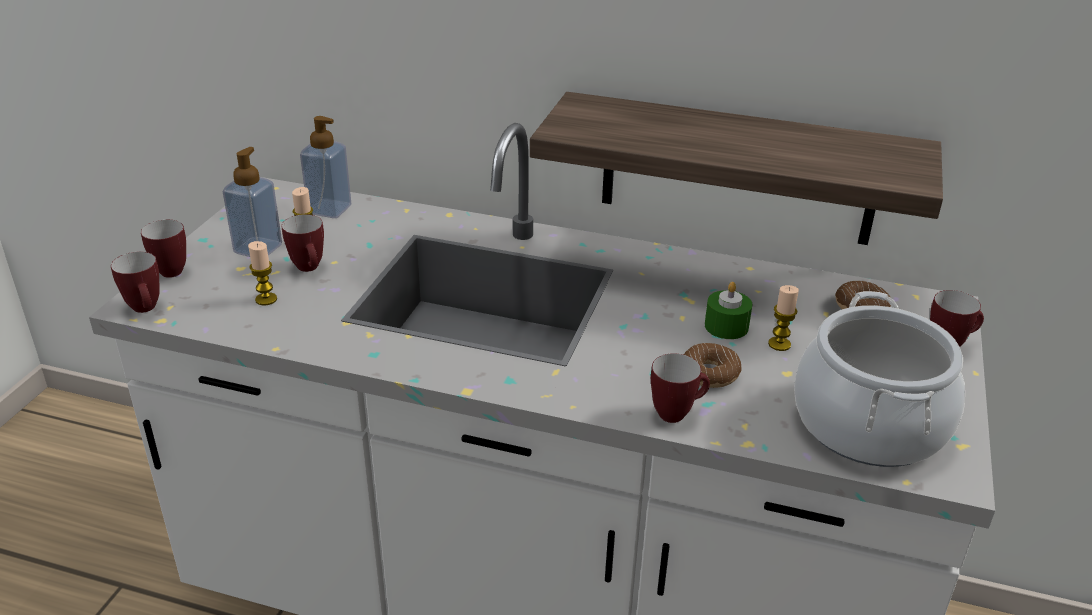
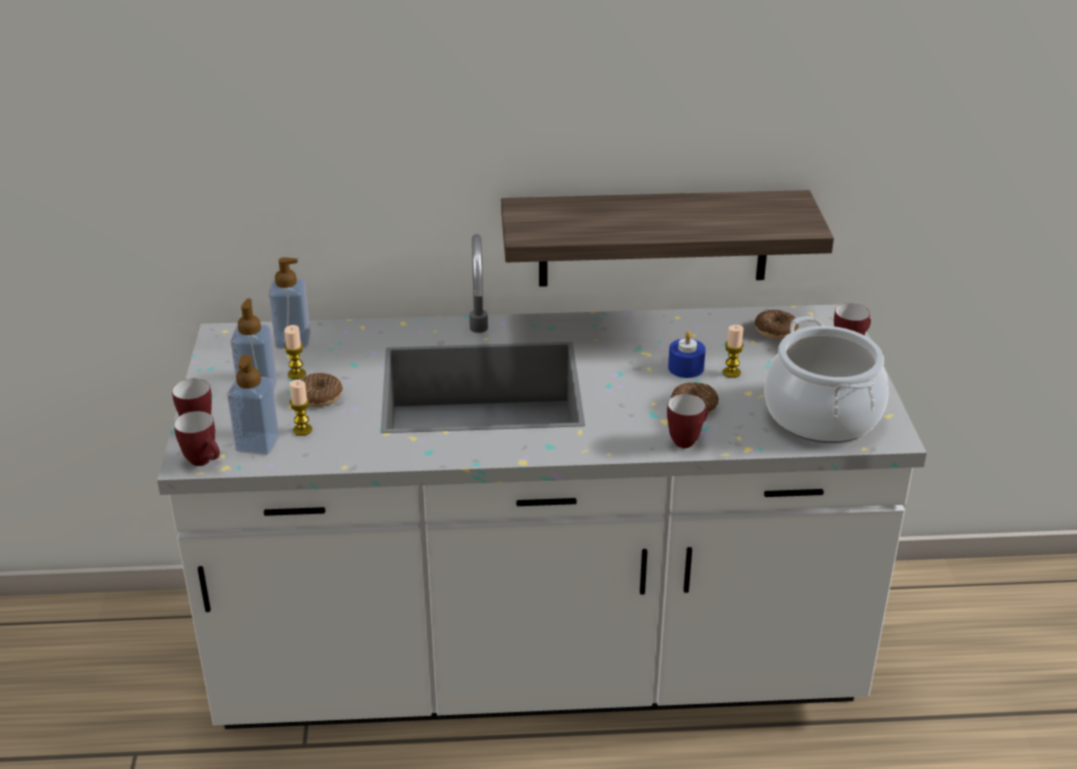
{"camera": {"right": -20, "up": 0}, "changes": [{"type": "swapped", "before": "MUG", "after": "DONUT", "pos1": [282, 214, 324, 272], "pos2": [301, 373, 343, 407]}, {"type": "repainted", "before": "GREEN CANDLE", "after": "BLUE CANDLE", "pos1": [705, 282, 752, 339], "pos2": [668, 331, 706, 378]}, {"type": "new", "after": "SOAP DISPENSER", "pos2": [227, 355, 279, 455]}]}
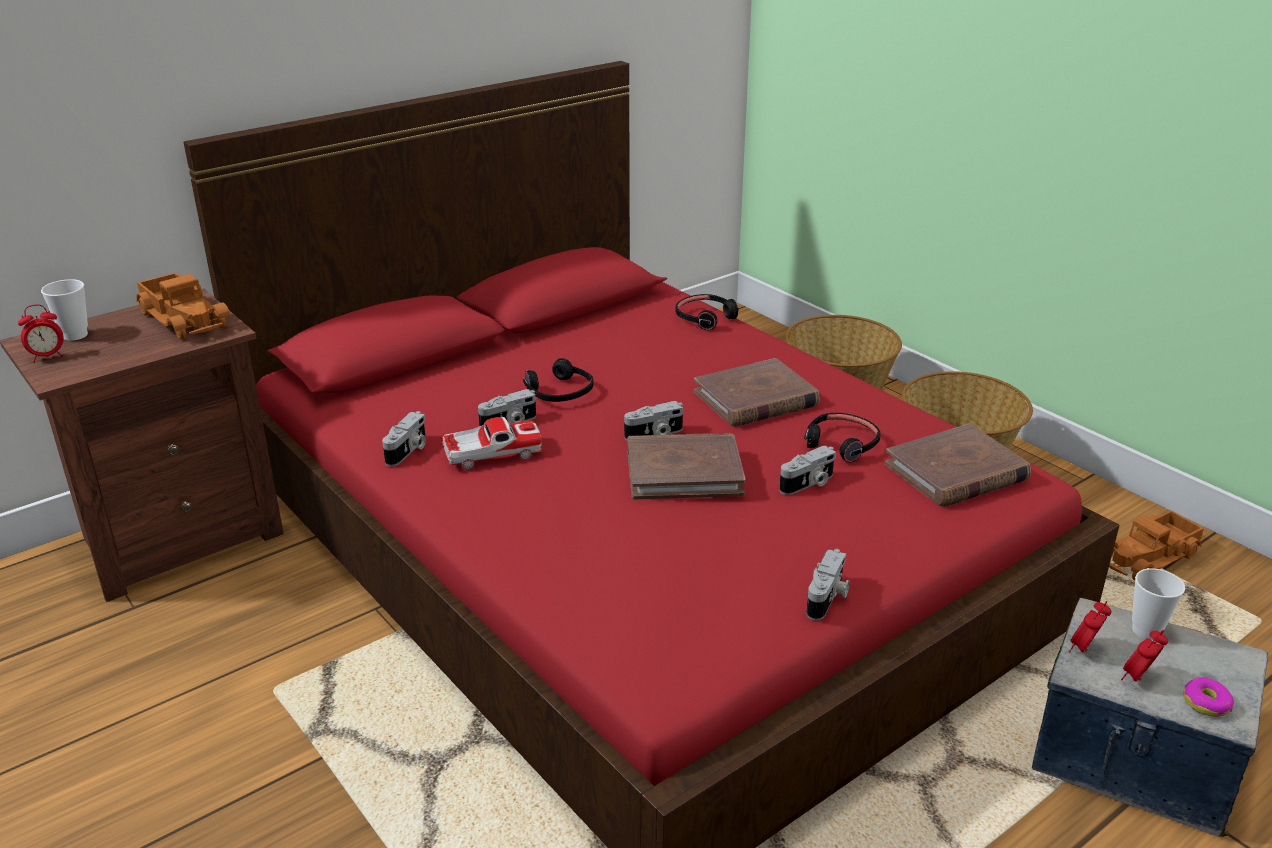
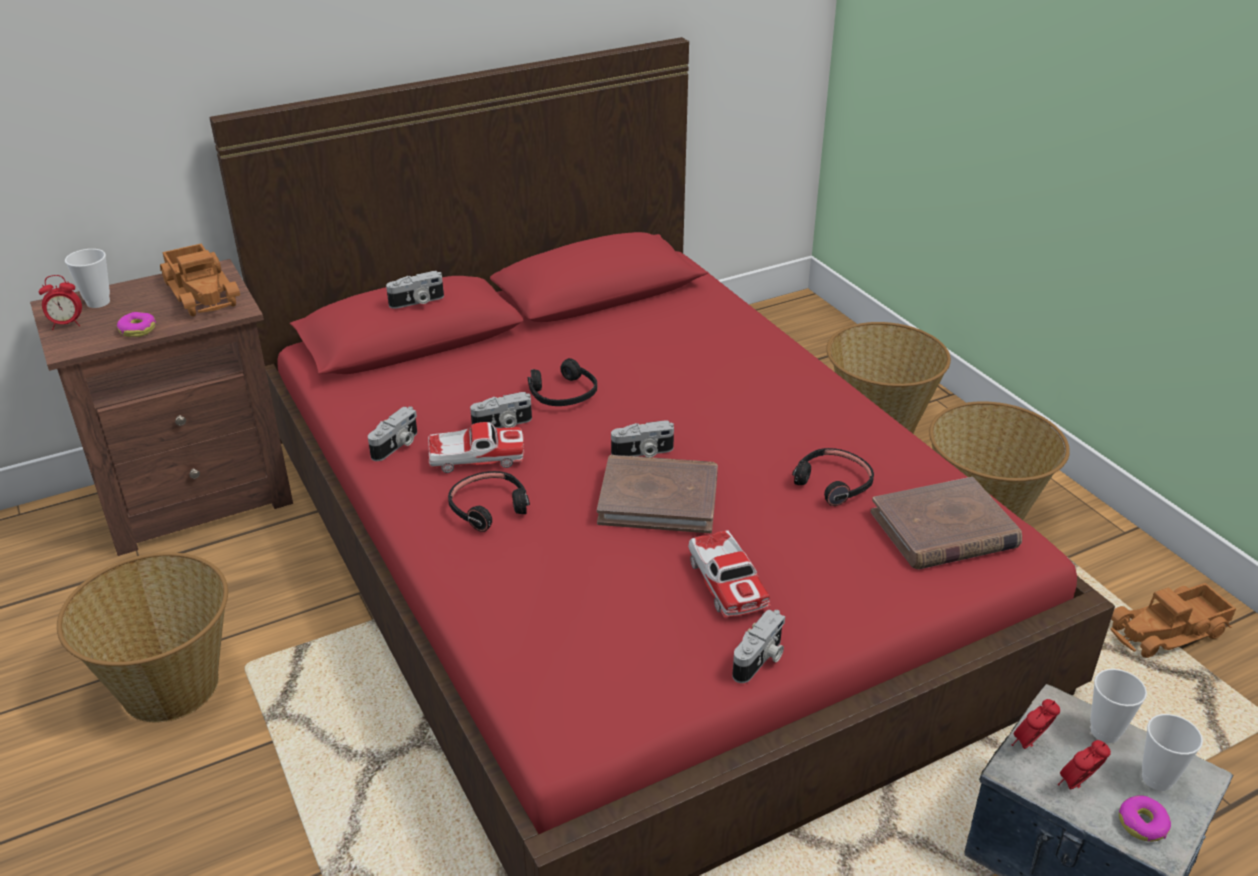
{"camera": {"right": 10, "up": 5}, "changes": [{"type": "shifted", "before": "BLACK HEADPHONES", "pos1": [675, 294, 739, 331], "pos2": [448, 471, 530, 532]}, {"type": "gone", "before": "BROWN BOOK", "pos1": [694, 358, 820, 427]}, {"type": "shifted", "before": "PHOTO CAMERA", "pos1": [779, 446, 836, 495], "pos2": [386, 271, 444, 309]}, {"type": "new", "after": "DONUT", "pos2": [117, 312, 156, 337]}, {"type": "new", "after": "TOY CAR", "pos2": [688, 530, 771, 617]}, {"type": "new", "after": "BASKET", "pos2": [57, 552, 228, 722]}, {"type": "new", "after": "CUP", "pos2": [1142, 714, 1203, 791]}]}
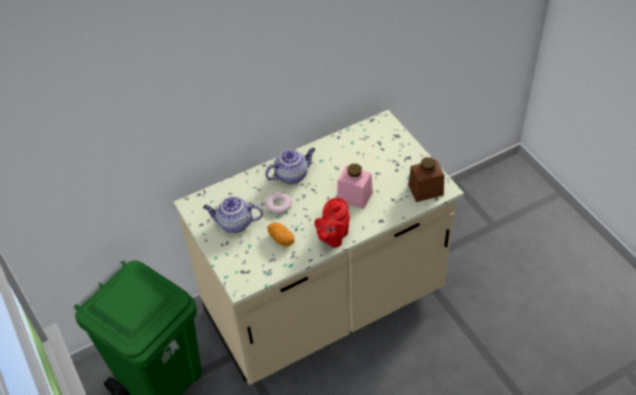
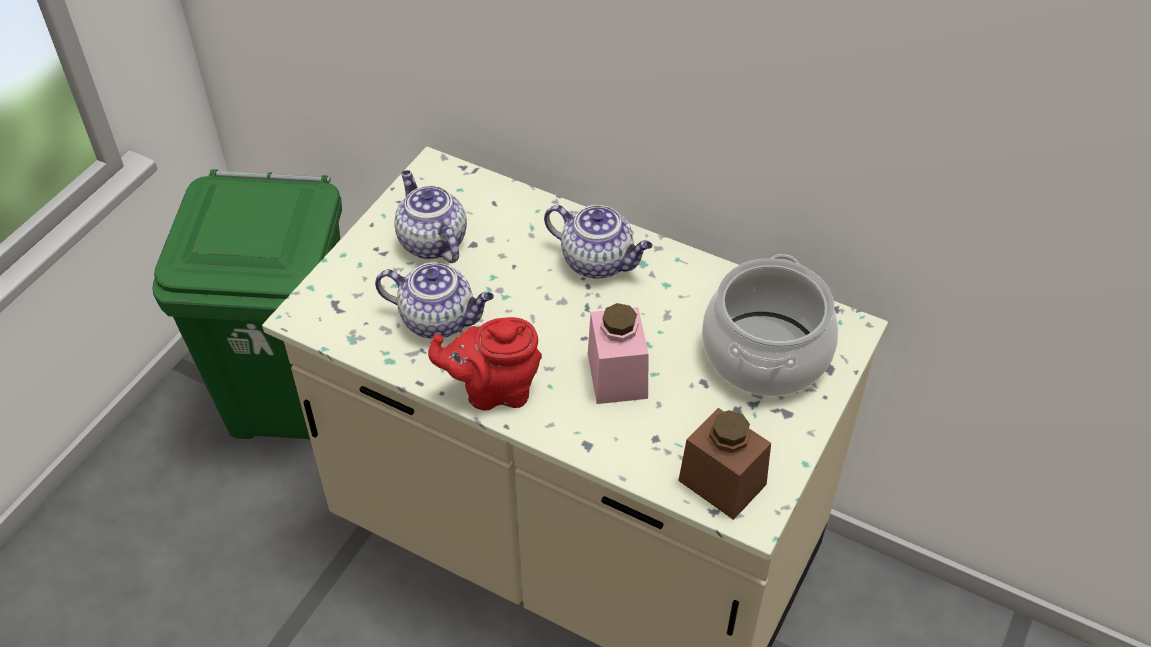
{"camera": {"right": 55, "up": 0}, "changes": [{"type": "gone", "before": "DONUT", "pos1": [265, 192, 292, 214]}, {"type": "swapped", "before": "POTATO", "after": "TEAPOT", "pos1": [267, 223, 294, 247], "pos2": [375, 262, 494, 339]}, {"type": "new", "after": "COOKING POT", "pos2": [702, 254, 838, 396]}]}
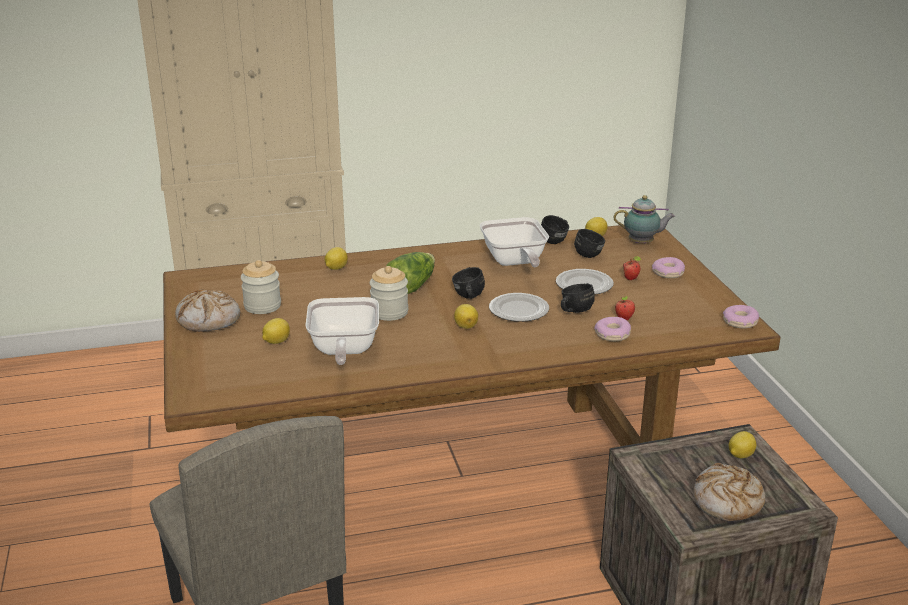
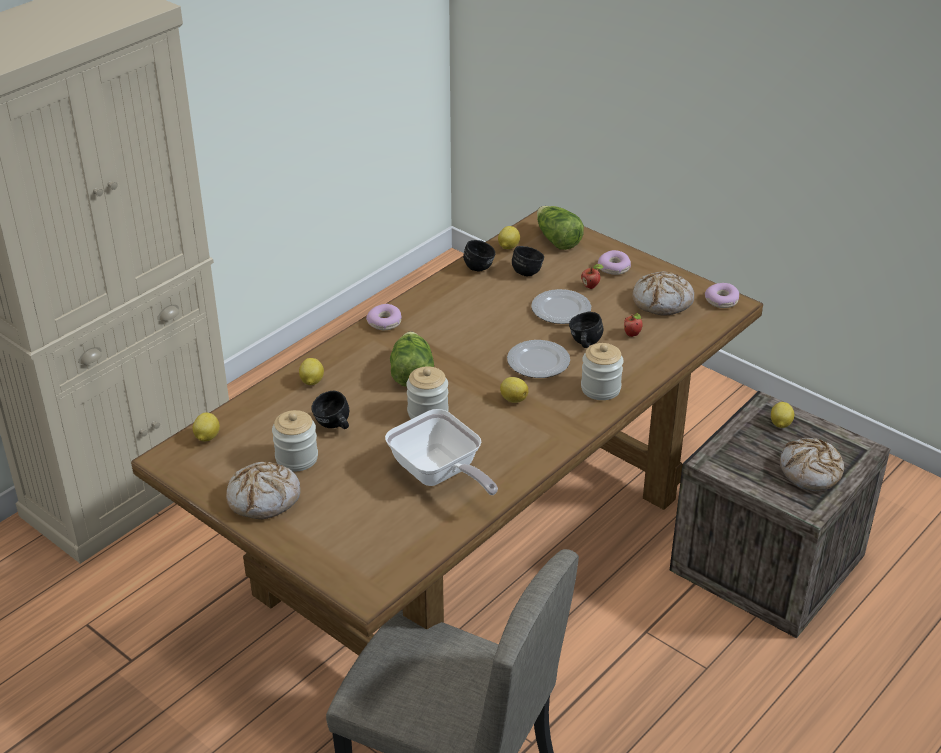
{"camera": {"right": -35, "up": 10}, "changes": [{"type": "swapped", "before": "TEAPOT", "after": "LETTUCE", "pos1": [613, 195, 675, 243], "pos2": [537, 206, 584, 250]}, {"type": "gone", "before": "FRYING PAN", "pos1": [480, 217, 549, 267]}, {"type": "shifted", "before": "BLACK MUG", "pos1": [452, 267, 485, 299], "pos2": [311, 391, 349, 429]}, {"type": "shifted", "before": "DONUT", "pos1": [594, 317, 631, 341], "pos2": [366, 304, 402, 330]}, {"type": "shifted", "before": "LEMON", "pos1": [262, 318, 290, 344], "pos2": [193, 413, 220, 441]}, {"type": "new", "after": "BREAD", "pos2": [632, 271, 694, 316]}, {"type": "new", "after": "JAR", "pos2": [581, 343, 624, 400]}]}
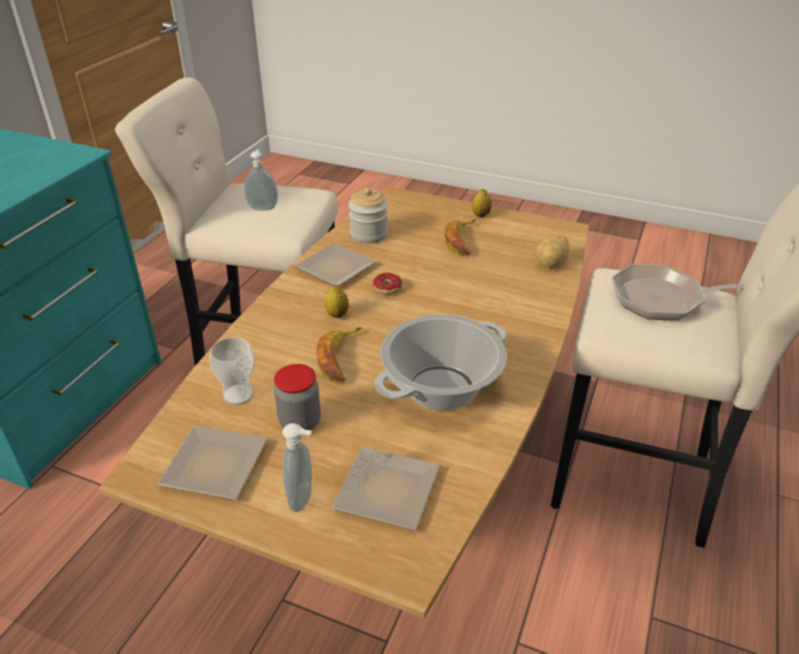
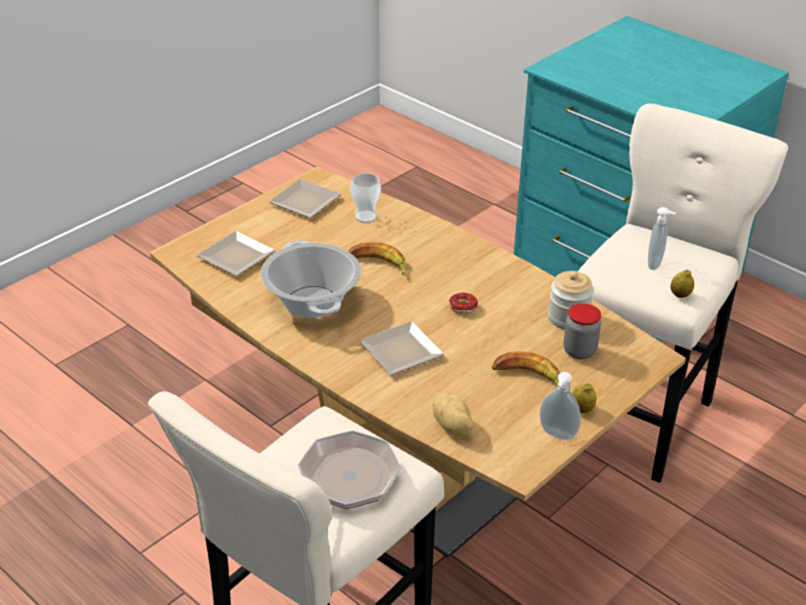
{"camera": {"right": 110, "up": 0}, "changes": [{"type": "shifted", "before": "PLATE", "pos1": [294, 243, 376, 286], "pos2": [360, 321, 444, 375]}, {"type": "shifted", "before": "LEMON", "pos1": [324, 284, 349, 318], "pos2": [670, 270, 694, 298]}, {"type": "shifted", "before": "JAR", "pos1": [274, 364, 321, 430], "pos2": [563, 303, 601, 359]}, {"type": "shifted", "before": "SOAP DISPENSER", "pos1": [282, 423, 312, 512], "pos2": [540, 372, 581, 440]}]}
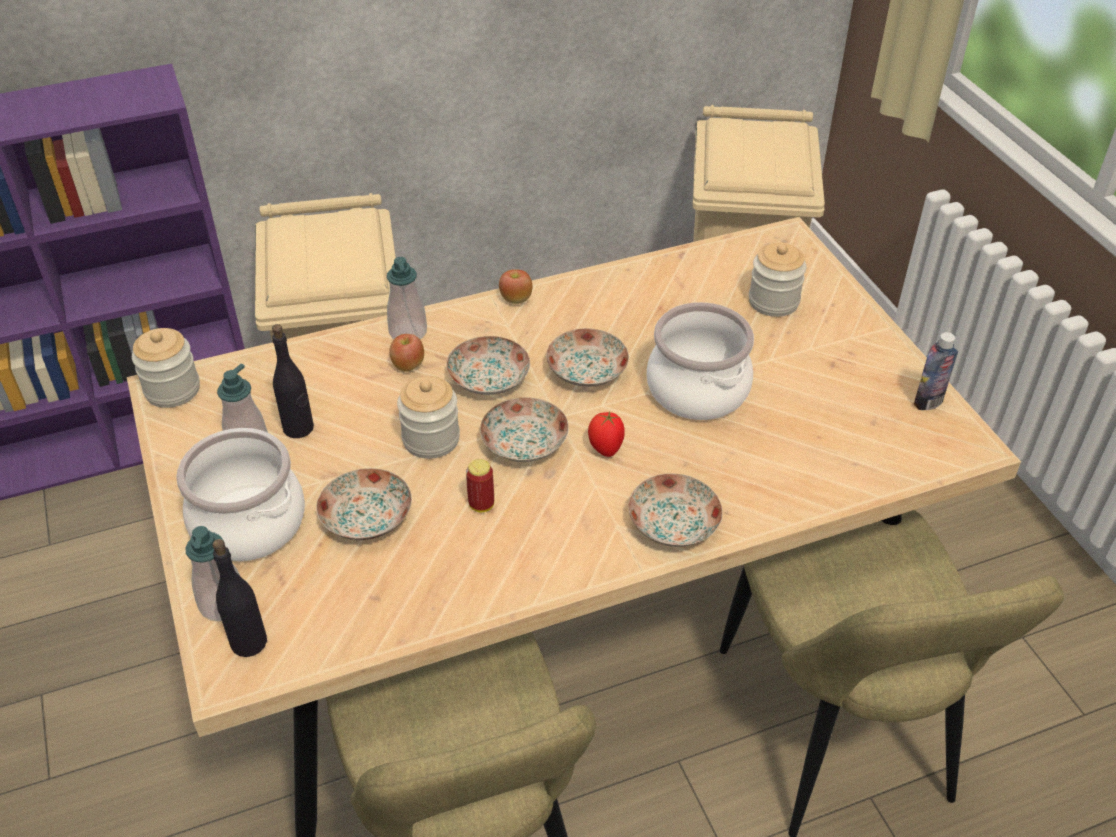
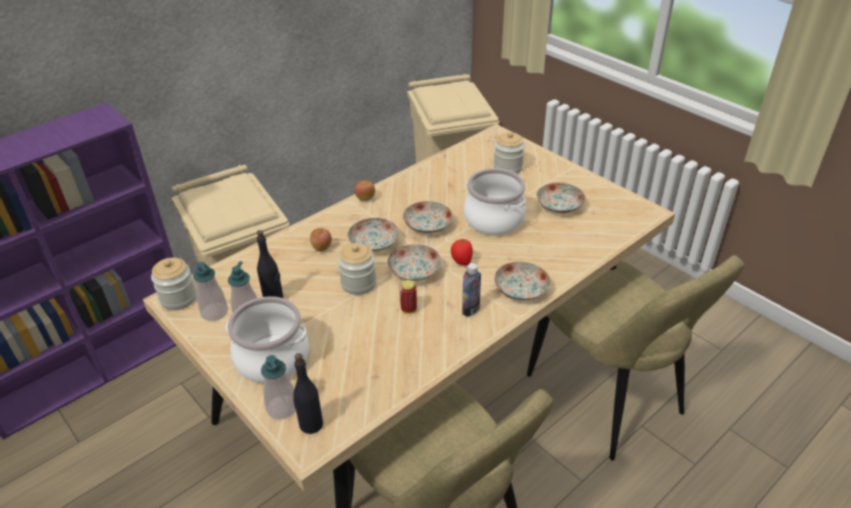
{"camera": {"right": -20, "up": -5}, "changes": [{"type": "shifted", "before": "SOAP DISPENSER", "pos1": [387, 257, 427, 339], "pos2": [193, 262, 228, 321]}, {"type": "shifted", "before": "BOTTLE", "pos1": [913, 332, 958, 410], "pos2": [462, 263, 481, 317]}, {"type": "shifted", "before": "PLATE", "pos1": [316, 468, 412, 540], "pos2": [536, 183, 585, 213]}]}
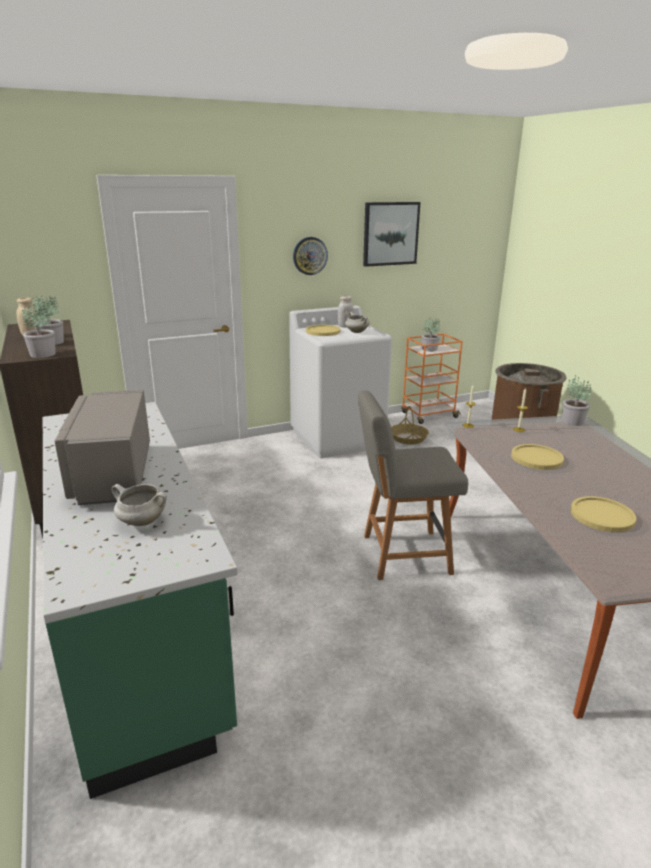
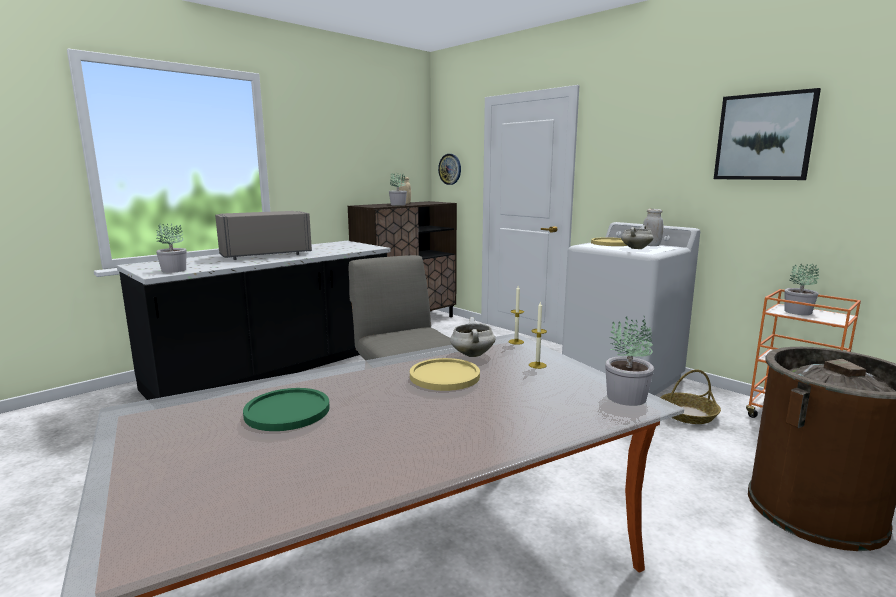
{"camera": {"right": 70, "up": -10}, "changes": [{"type": "shifted", "before": "WALL CLOCK", "pos1": [293, 237, 328, 275], "pos2": [438, 154, 461, 185]}, {"type": "shifted", "before": "POTTED PLANT", "pos1": [22, 303, 56, 358], "pos2": [156, 223, 187, 273]}, {"type": "repainted", "before": "GREEN COUNTER", "after": "BLACK COUNTER", "pos1": [43, 402, 238, 799], "pos2": [117, 241, 391, 400]}, {"type": "shifted", "before": "WHITE COOKING POT", "pos1": [112, 484, 167, 526], "pos2": [450, 317, 496, 357]}, {"type": "repainted", "before": "YELLOW PLATE", "after": "GREEN PLATE", "pos1": [570, 496, 636, 532], "pos2": [243, 388, 330, 431]}]}
